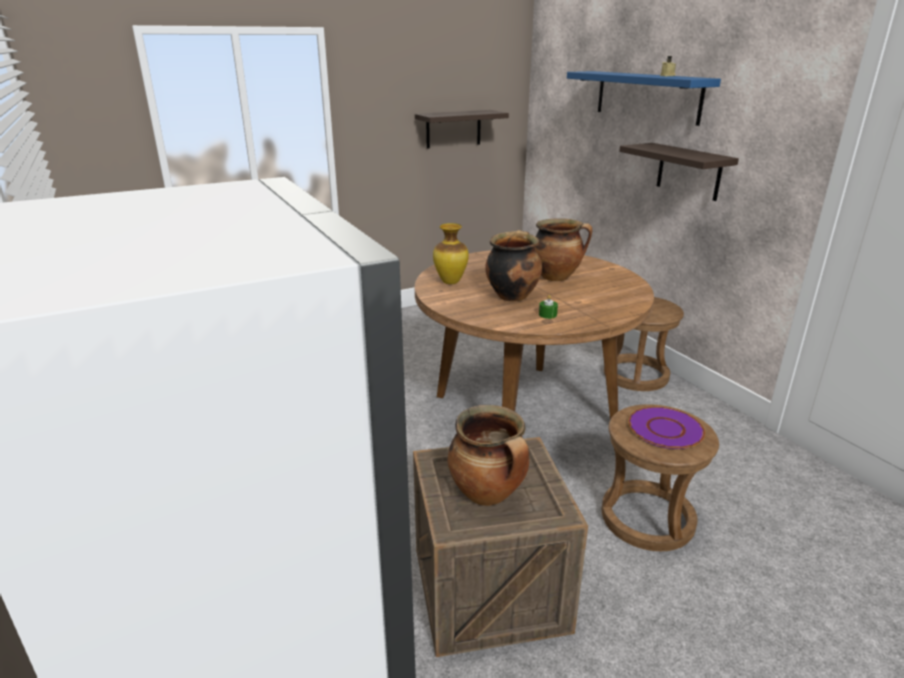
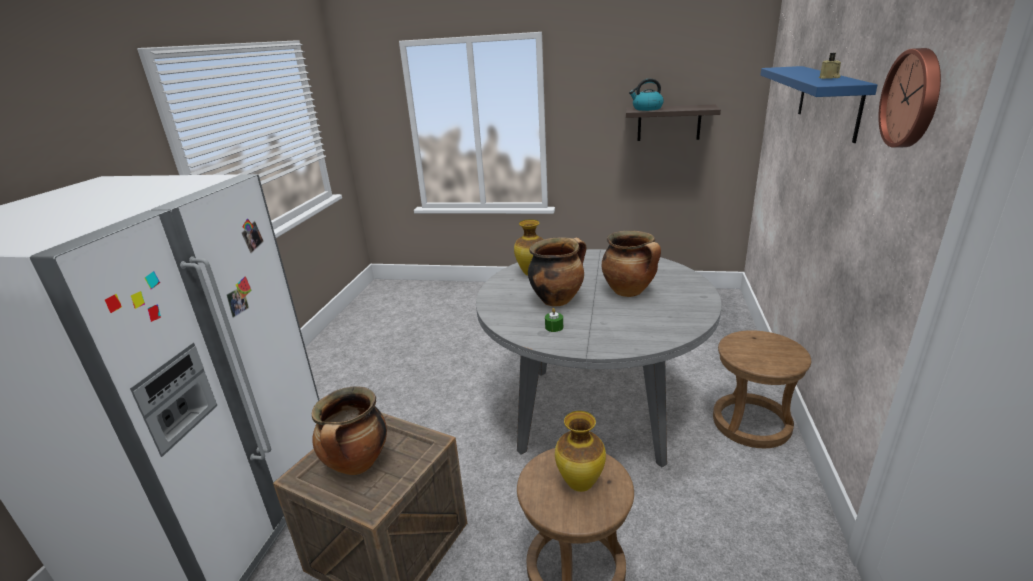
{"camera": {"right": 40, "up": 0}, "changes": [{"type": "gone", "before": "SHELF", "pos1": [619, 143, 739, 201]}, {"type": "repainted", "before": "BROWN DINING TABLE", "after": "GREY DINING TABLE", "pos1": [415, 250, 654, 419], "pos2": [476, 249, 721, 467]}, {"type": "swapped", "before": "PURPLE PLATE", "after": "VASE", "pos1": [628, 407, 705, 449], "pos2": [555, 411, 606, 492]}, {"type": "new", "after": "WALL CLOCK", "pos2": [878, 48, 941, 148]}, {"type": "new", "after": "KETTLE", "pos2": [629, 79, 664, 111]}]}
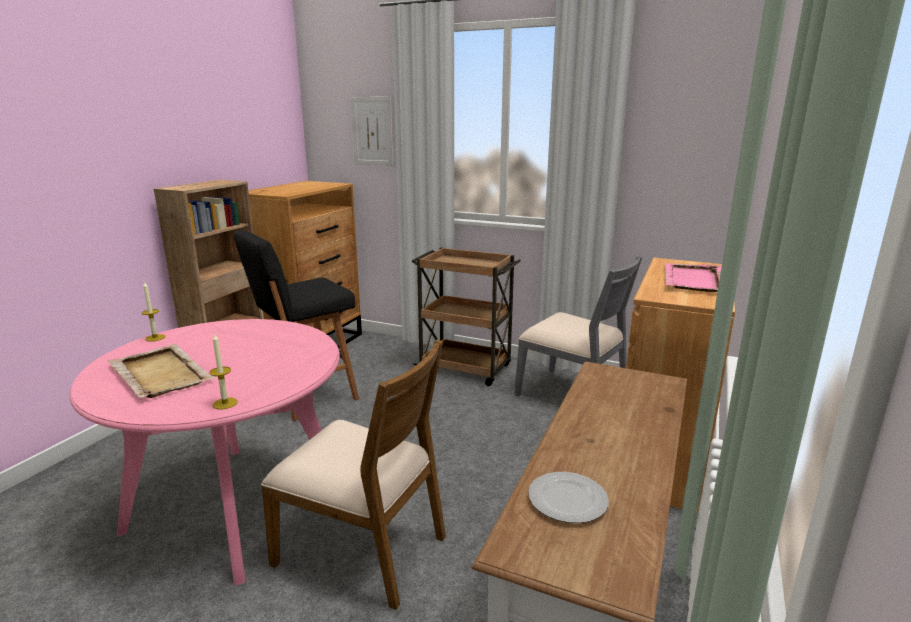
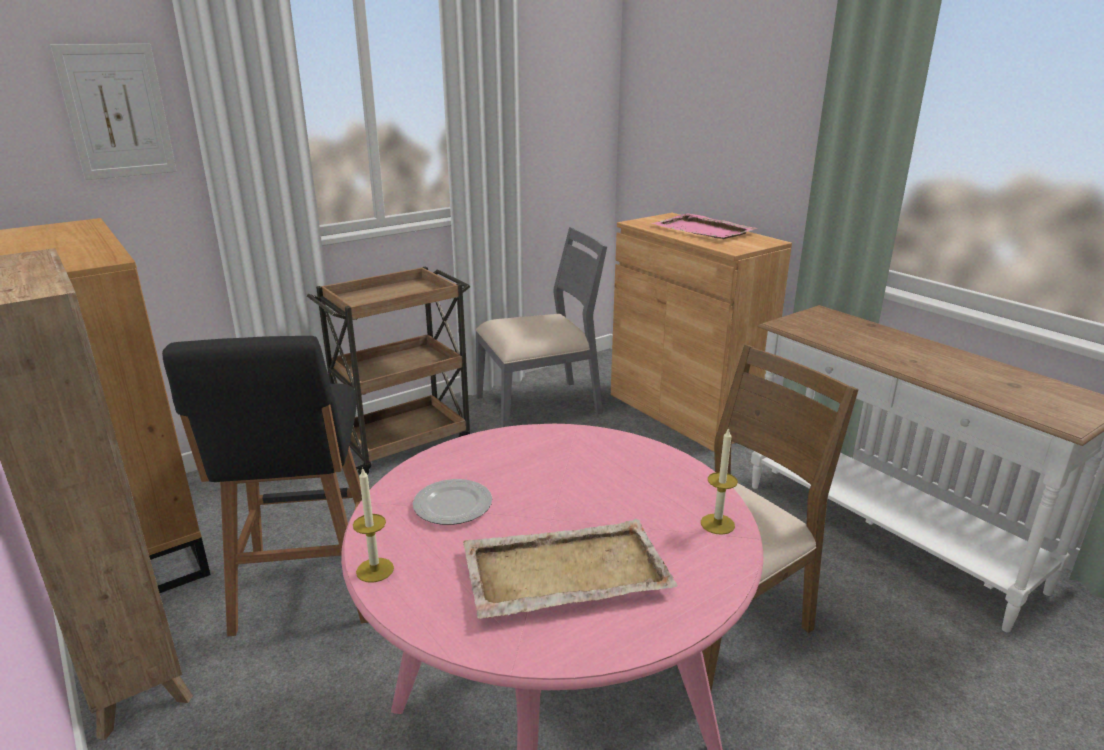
{"camera": {"right": -60, "up": 5}, "changes": [{"type": "shifted", "before": "PLATE", "pos1": [528, 472, 609, 523], "pos2": [413, 479, 492, 525]}]}
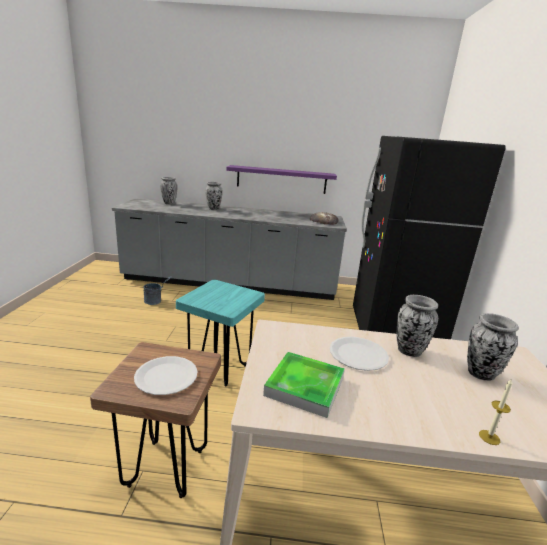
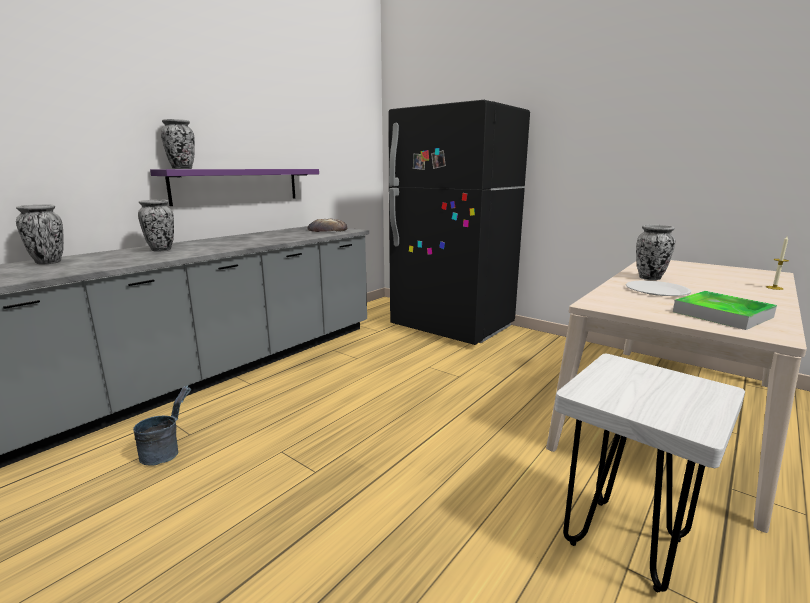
{"camera": {"right": -55, "up": -5}, "changes": [{"type": "gone", "before": "TURQUOISE STOOL", "pos1": [176, 280, 265, 387]}, {"type": "shifted", "before": "VASE", "pos1": [467, 313, 519, 381], "pos2": [161, 119, 195, 169]}, {"type": "repainted", "before": "BROWN STOOL", "after": "WHITE STOOL", "pos1": [90, 342, 221, 498], "pos2": [554, 353, 745, 592]}, {"type": "gone", "before": "WHITE PLATE", "pos1": [134, 356, 198, 395]}]}
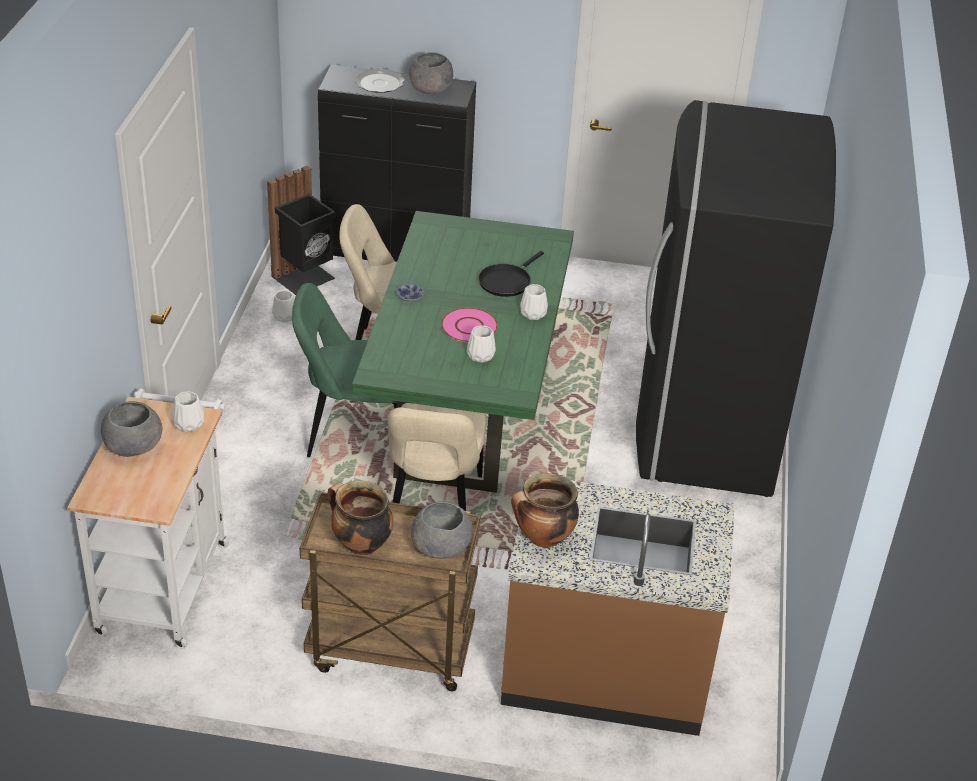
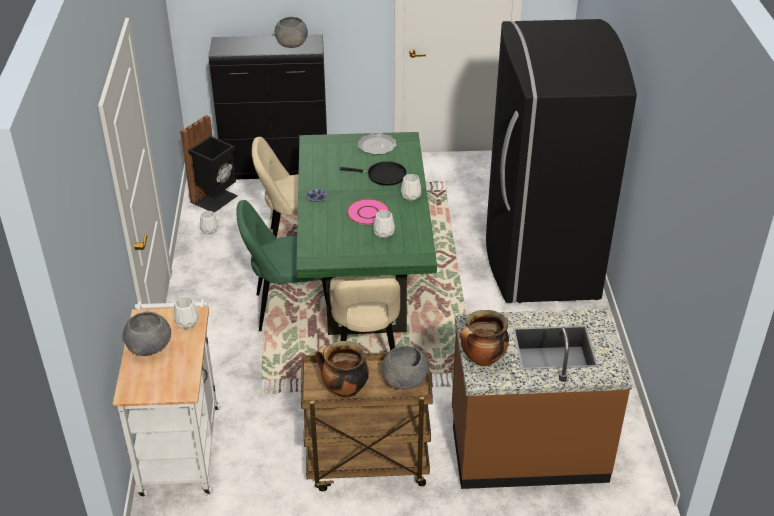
{"camera": {"right": -10, "up": 0}, "changes": [{"type": "shifted", "before": "PLATE", "pos1": [354, 68, 405, 93], "pos2": [358, 133, 397, 155]}, {"type": "rotated", "before": "BLACK FRYING PAN", "pos1": [478, 251, 544, 297], "pos2": [340, 161, 407, 186], "turn": -105}]}
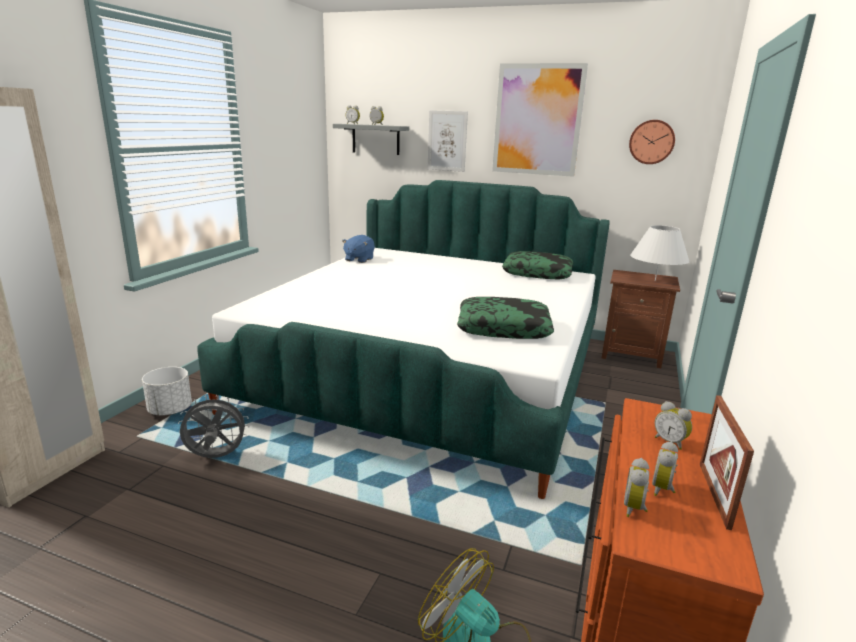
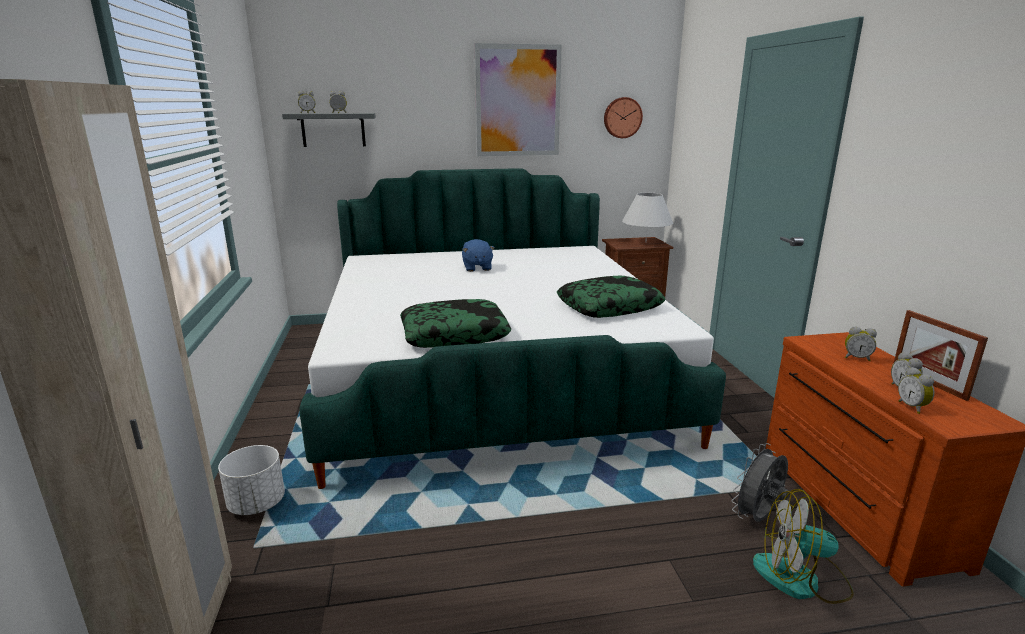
{"camera": {"right": -30, "up": 0}, "changes": [{"type": "gone", "before": "PICTURE", "pos1": [428, 110, 468, 172]}, {"type": "shifted", "before": "BLUE PLUSH TOY", "pos1": [342, 235, 375, 263], "pos2": [462, 239, 495, 272]}, {"type": "shifted", "before": "PILLOW", "pos1": [502, 251, 574, 280], "pos2": [400, 299, 511, 348]}, {"type": "shifted", "before": "GREY FAN", "pos1": [178, 395, 249, 458], "pos2": [732, 443, 789, 522]}]}
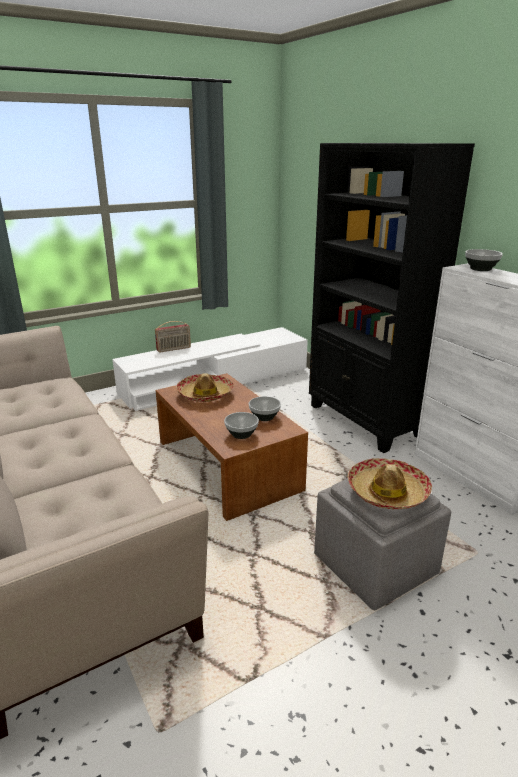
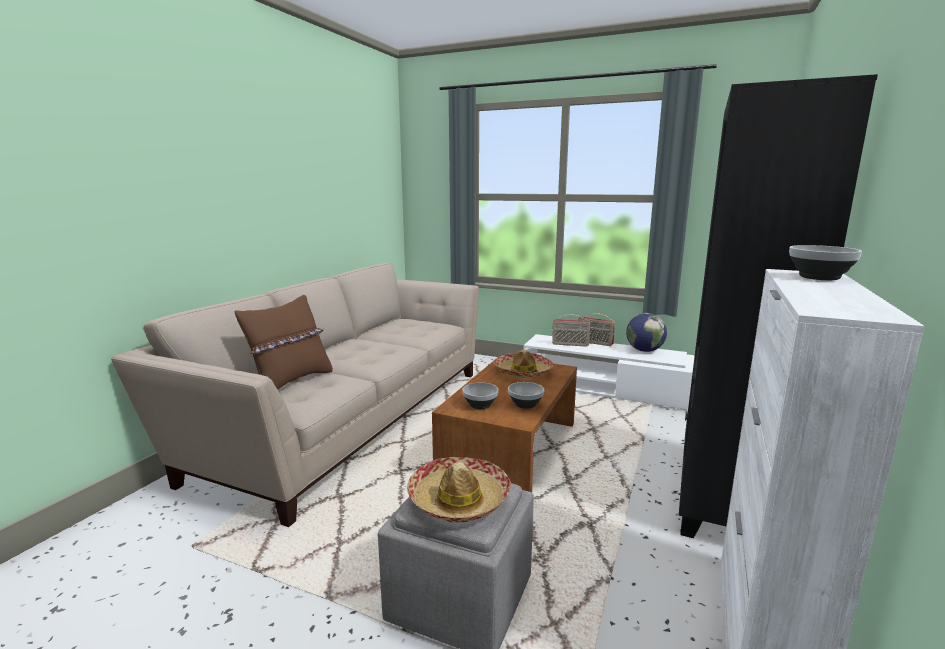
{"camera": {"right": 55, "up": -10}, "changes": [{"type": "new", "after": "BROWN PILLOW", "pos2": [235, 295, 333, 390]}, {"type": "new", "after": "GLOBE", "pos2": [626, 313, 667, 352]}, {"type": "new", "after": "RADIO", "pos2": [552, 315, 591, 347]}]}
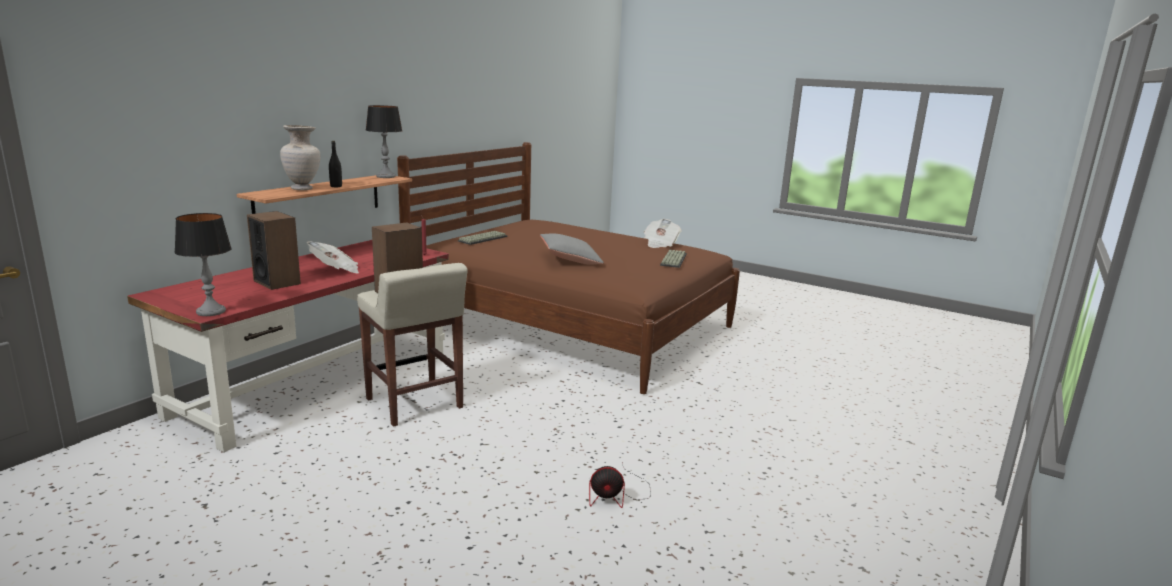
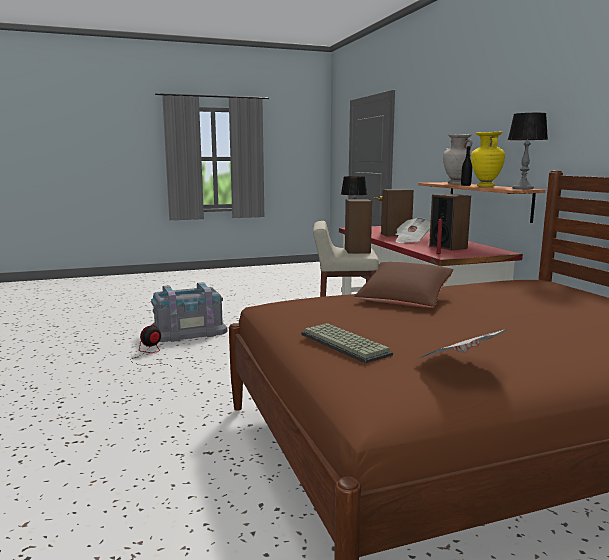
{"camera": {"right": 130, "up": -5}, "changes": [{"type": "gone", "before": "KEYBOARD", "pos1": [458, 231, 508, 245]}, {"type": "repainted", "before": "GREY PILLOW", "after": "BROWN PILLOW", "pos1": [540, 233, 604, 265], "pos2": [354, 262, 453, 308]}, {"type": "new", "after": "YELLOW VASE", "pos2": [471, 132, 505, 187]}, {"type": "new", "after": "SPEAKER", "pos2": [429, 194, 471, 250]}, {"type": "new", "after": "GREY STORAGE BOX", "pos2": [151, 282, 228, 342]}]}
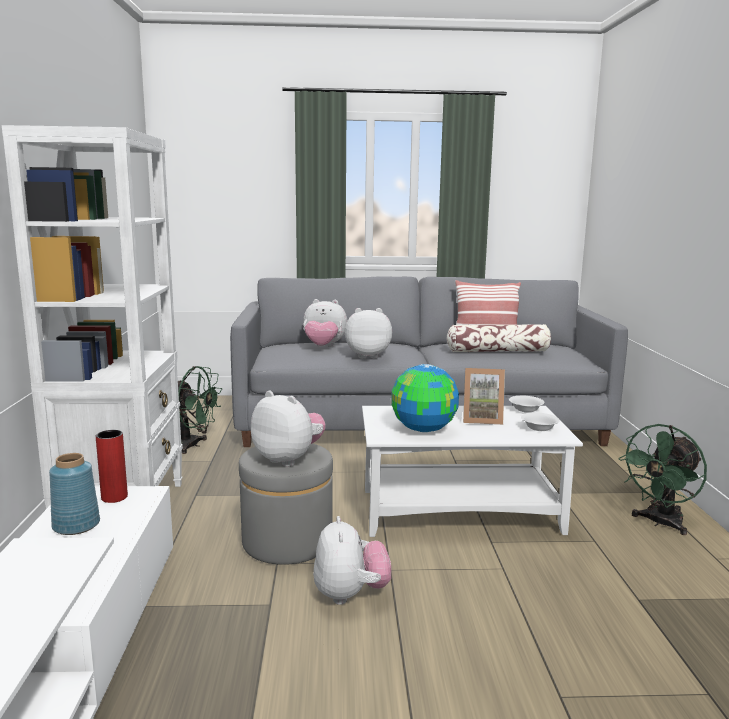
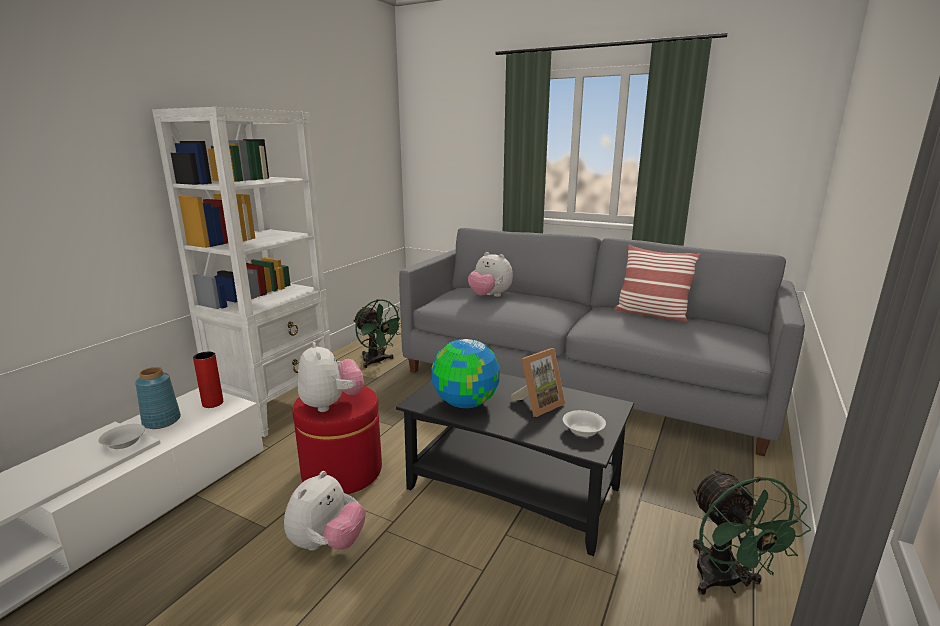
{"camera": {"right": 30, "up": 5}, "changes": [{"type": "gone", "before": "PLUSH TOY", "pos1": [345, 308, 392, 358]}, {"type": "gone", "before": "PILLOW", "pos1": [447, 324, 551, 352]}, {"type": "rotated", "before": "PICTURE FRAME", "pos1": [463, 368, 505, 425], "pos2": [511, 348, 565, 417], "turn": -75}, {"type": "shifted", "before": "WHITE BOWL", "pos1": [509, 396, 545, 413], "pos2": [98, 424, 145, 449]}, {"type": "repainted", "before": "WHITE COFFEE TABLE", "after": "BLACK COFFEE TABLE", "pos1": [362, 406, 583, 537], "pos2": [396, 373, 634, 556]}, {"type": "rotated", "before": "GREEN FAN", "pos1": [618, 424, 707, 535], "pos2": [692, 469, 811, 595], "turn": -90}, {"type": "repainted", "before": "GREY OTTOMAN", "after": "RED OTTOMAN", "pos1": [239, 443, 333, 565], "pos2": [292, 386, 382, 494]}]}
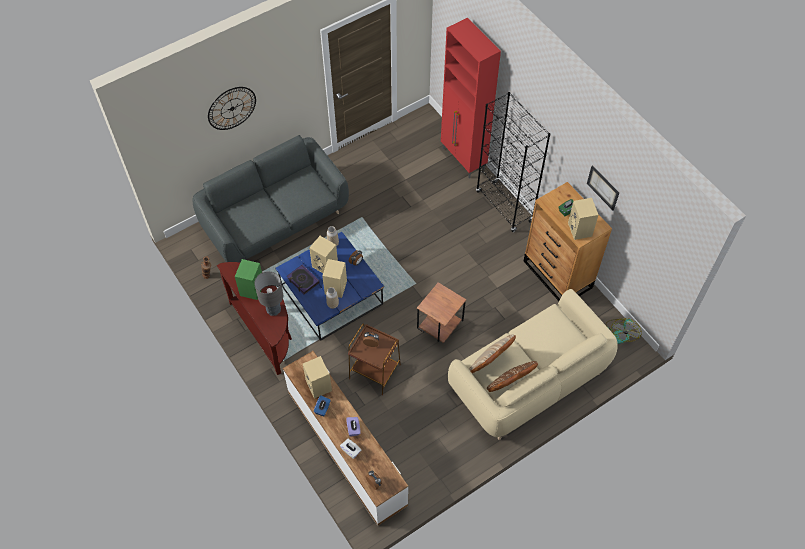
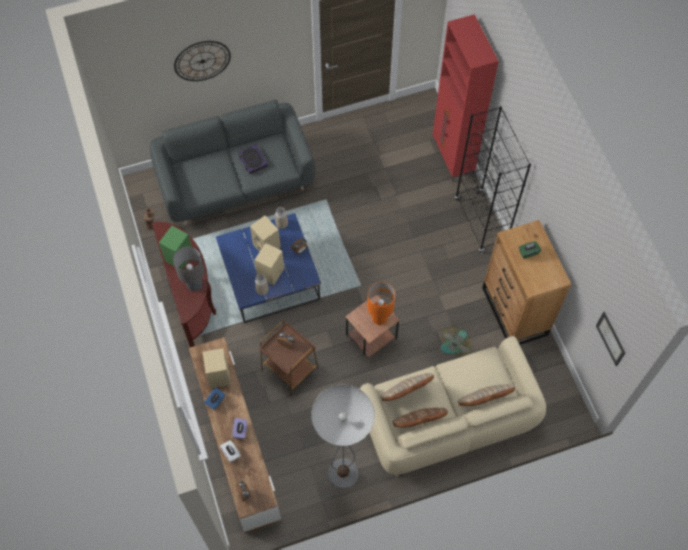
{"camera": {"right": 15, "up": 5}, "changes": [{"type": "shifted", "before": "PICTURE", "pos1": [587, 166, 619, 210], "pos2": [596, 312, 625, 366]}, {"type": "gone", "before": "BEIGE SPEAKER", "pos1": [568, 198, 598, 240]}, {"type": "shifted", "before": "BOOK", "pos1": [287, 264, 320, 295], "pos2": [238, 144, 268, 175]}, {"type": "shifted", "before": "FAN", "pos1": [606, 318, 642, 344], "pos2": [440, 327, 471, 356]}, {"type": "new", "after": "ORANGE TABLE LAMP", "pos2": [367, 282, 395, 325]}, {"type": "new", "after": "BEIGE PILLOW", "pos2": [458, 384, 515, 406]}, {"type": "new", "after": "FLOOR LAMP", "pos2": [311, 385, 375, 489]}]}
